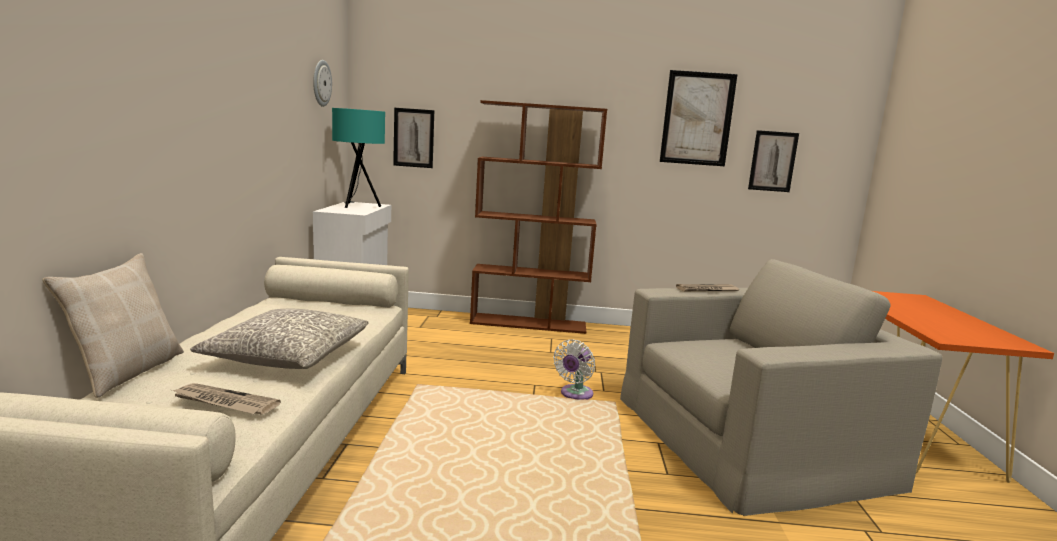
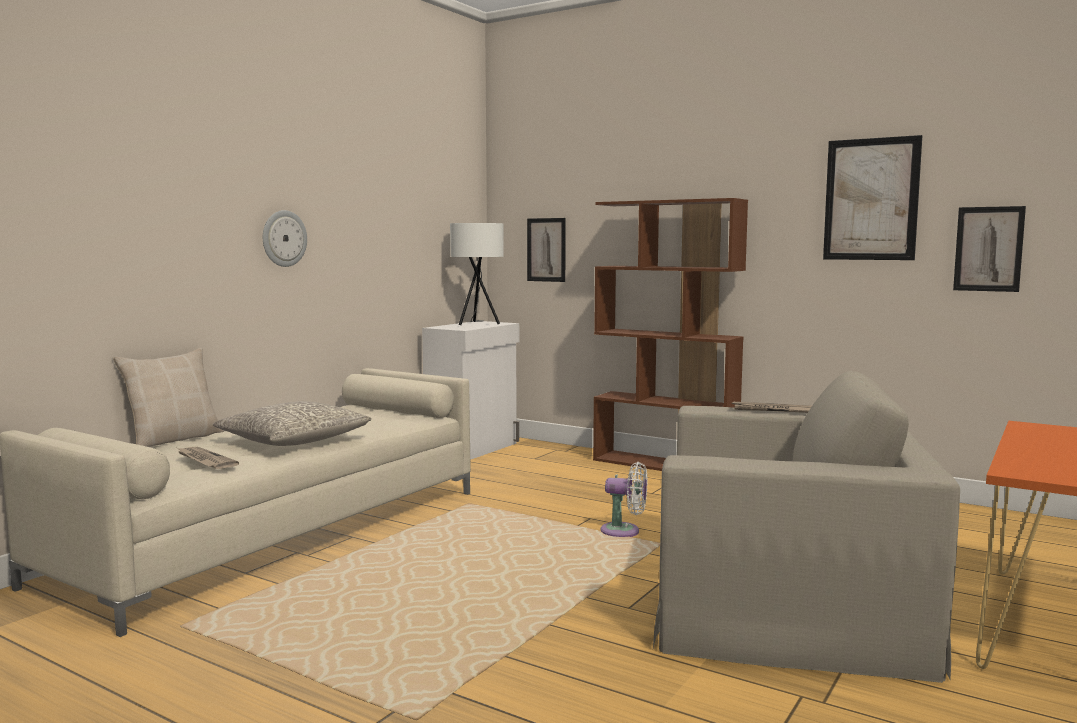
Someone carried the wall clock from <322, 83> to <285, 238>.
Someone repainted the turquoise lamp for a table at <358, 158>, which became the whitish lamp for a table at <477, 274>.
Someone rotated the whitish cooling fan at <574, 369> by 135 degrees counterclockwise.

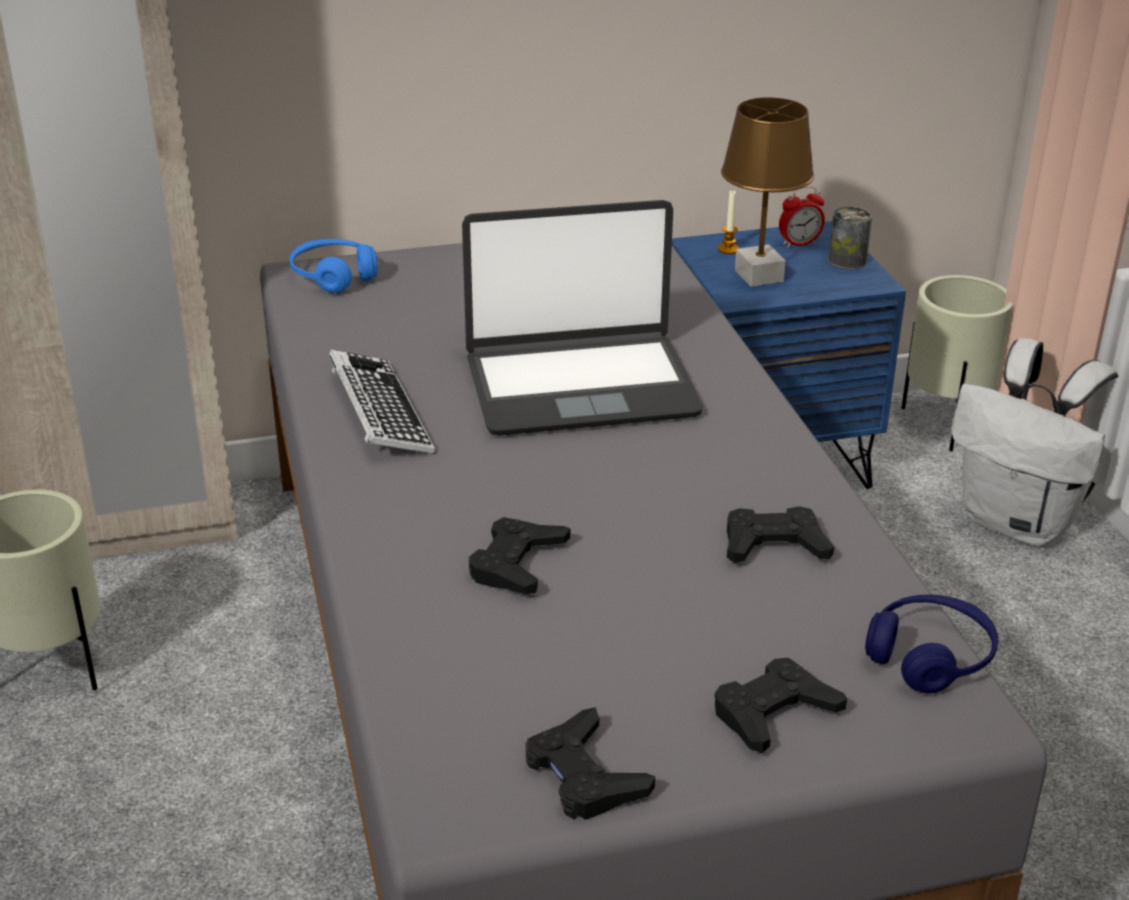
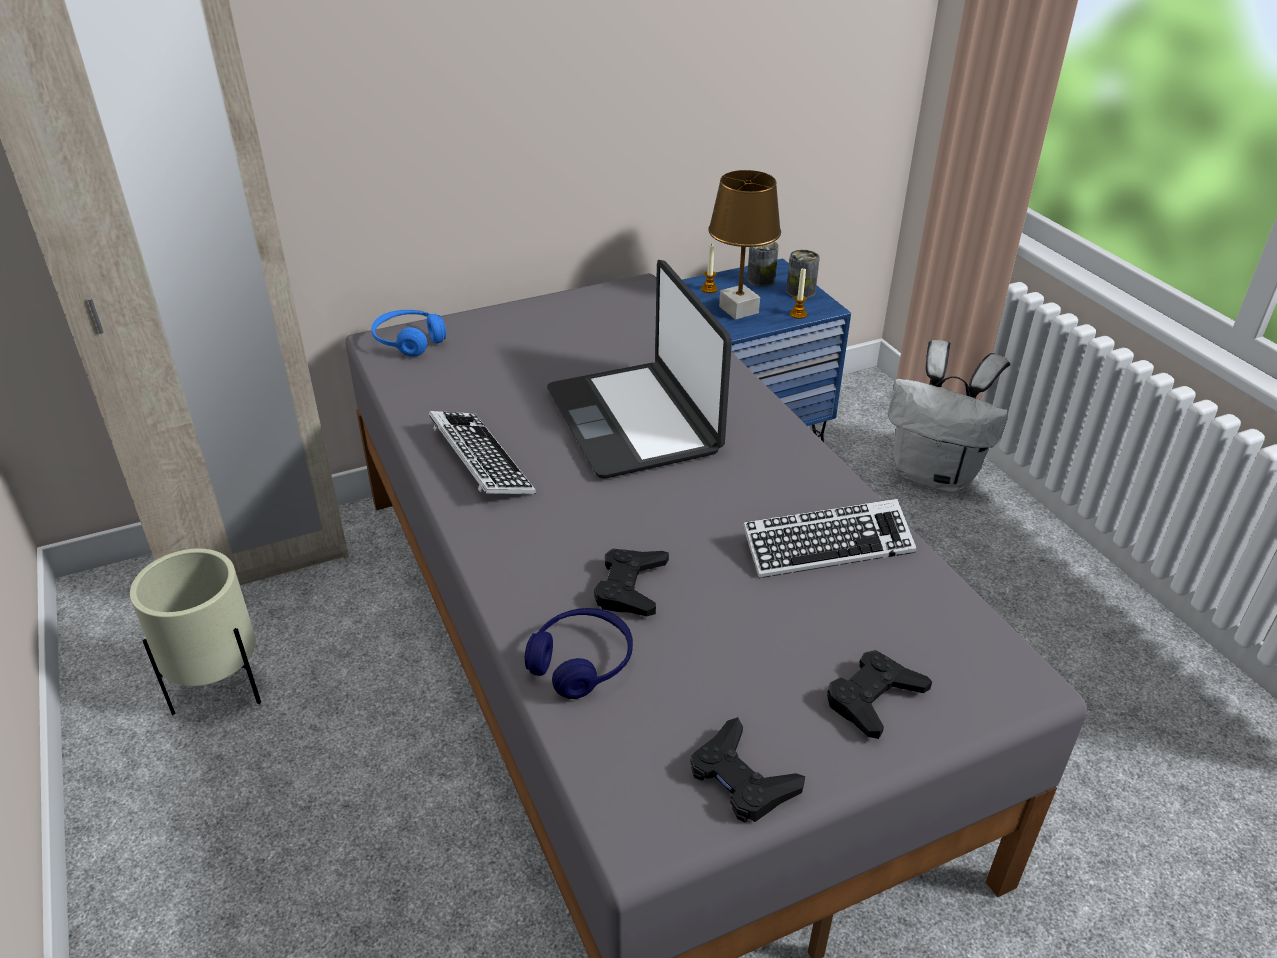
Someone rotated the notebook computer at <582, 318> by 90 degrees clockwise.
Someone swapped the black joypad at <780, 534> for the PC keyboard at <830, 538>.
Someone swapped the table clock at <802, 217> for the sealed can at <763, 264>.
Someone carried the blue-coloured headphones from <931, 644> to <578, 653>.
Someone took away the beige-coloured plant pot at <957, 363>.
Someone put down the wax candle at <798, 293>.

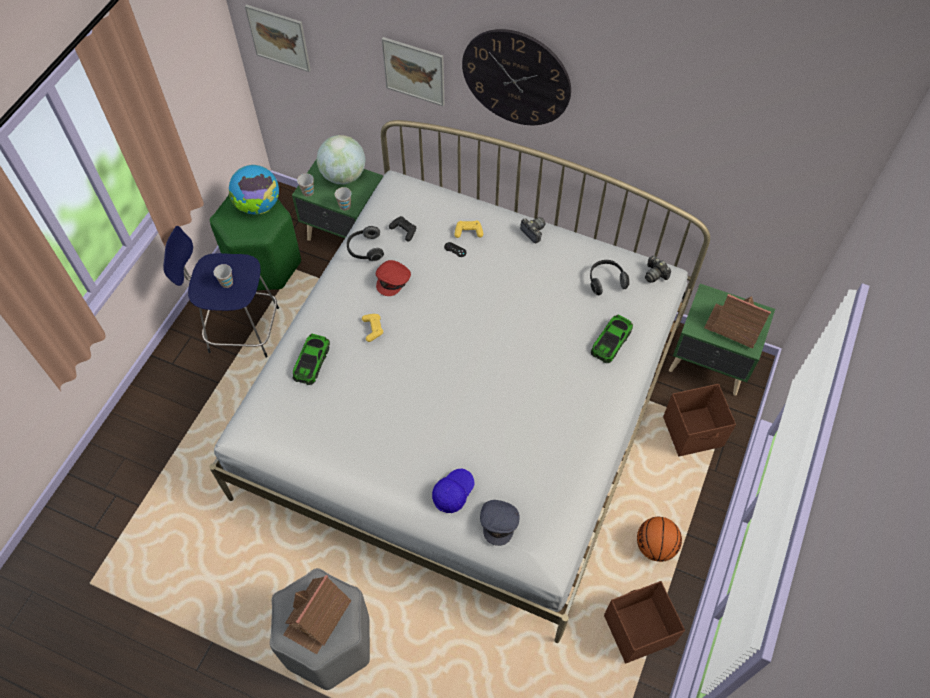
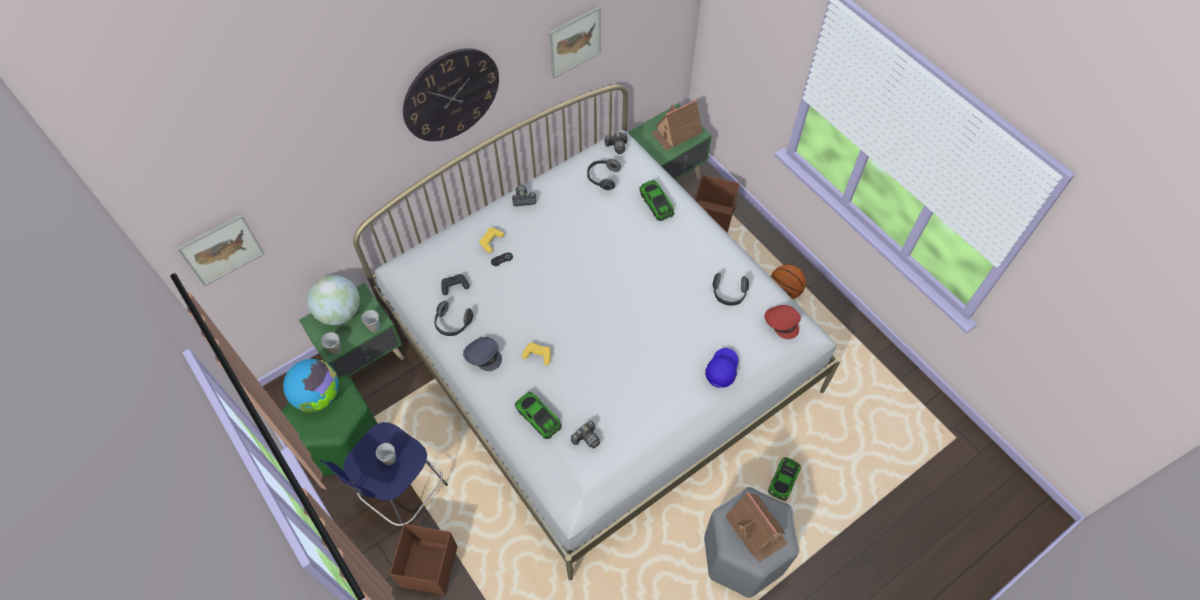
Someone carried the reddish baseball cap from <393, 278> to <782, 322>.
Someone carried the wall picture from <413, 71> to <575, 43>.
Someone rotated the blue-coloured baseball cap at <453, 491> by 45 degrees clockwise.
Someone carried the gray baseball cap from <500, 523> to <482, 354>.
Someone carried the brownish storage container from <644, 622> to <424, 559>.
Someone put down the still camera at <585, 435>.
Someone put down the headphones at <730, 289>.
Someone put down the toy car at <784, 479>.

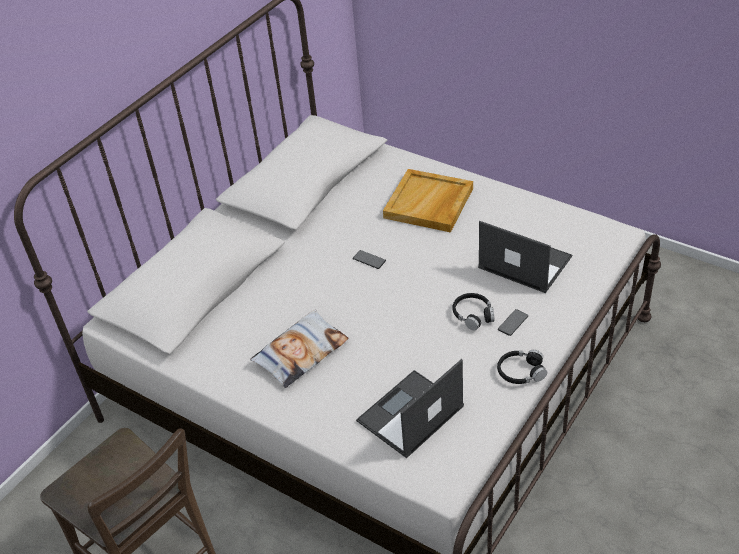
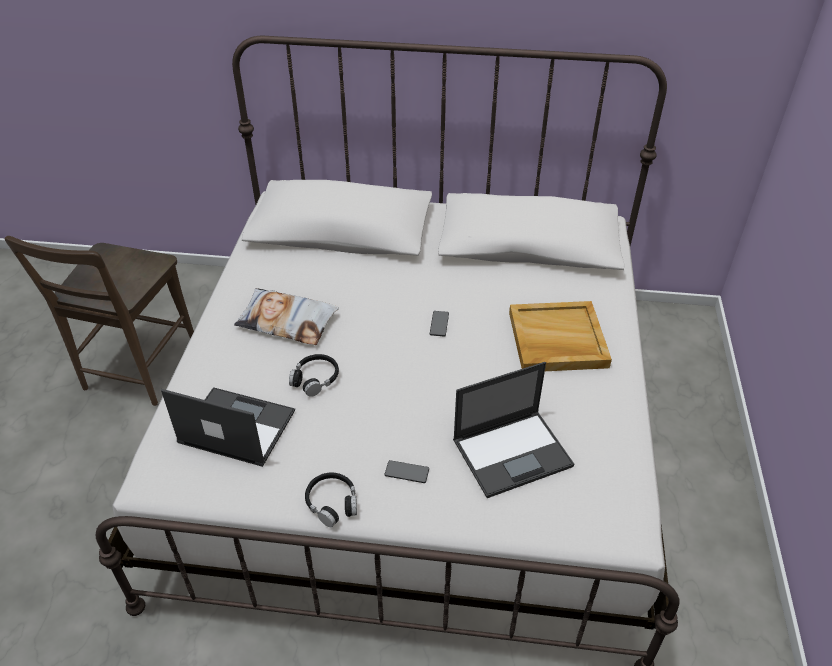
Someone carried the black headphones from <473, 312> to <314, 375>.
Someone rotated the notebook computer at <525, 257> by 60 degrees clockwise.

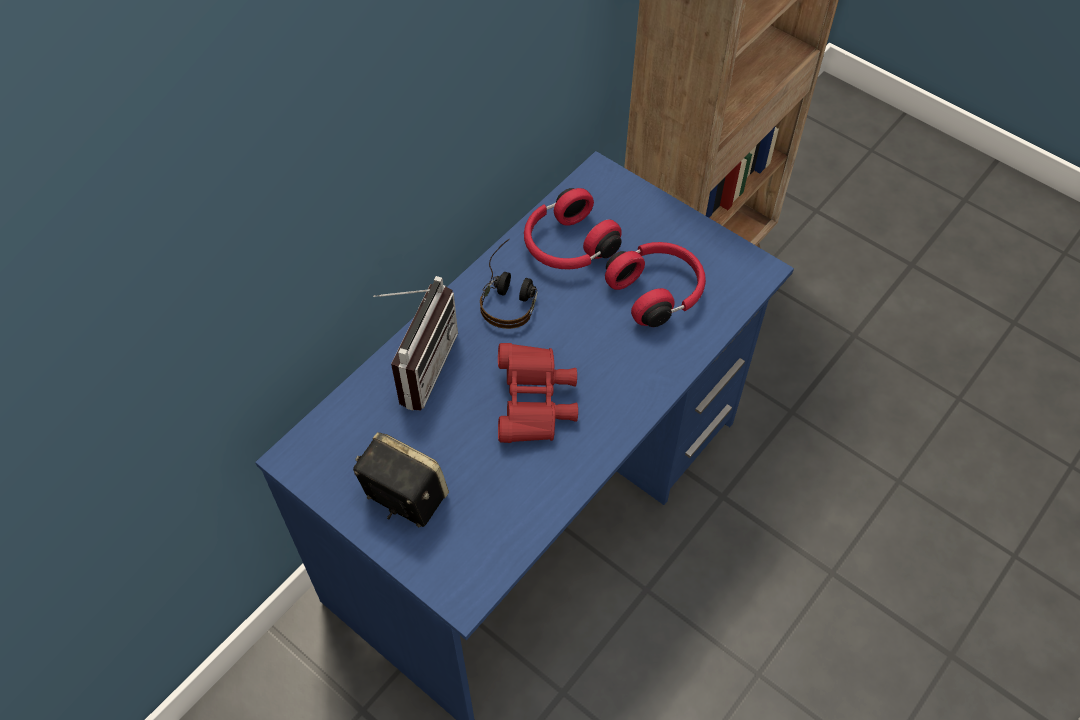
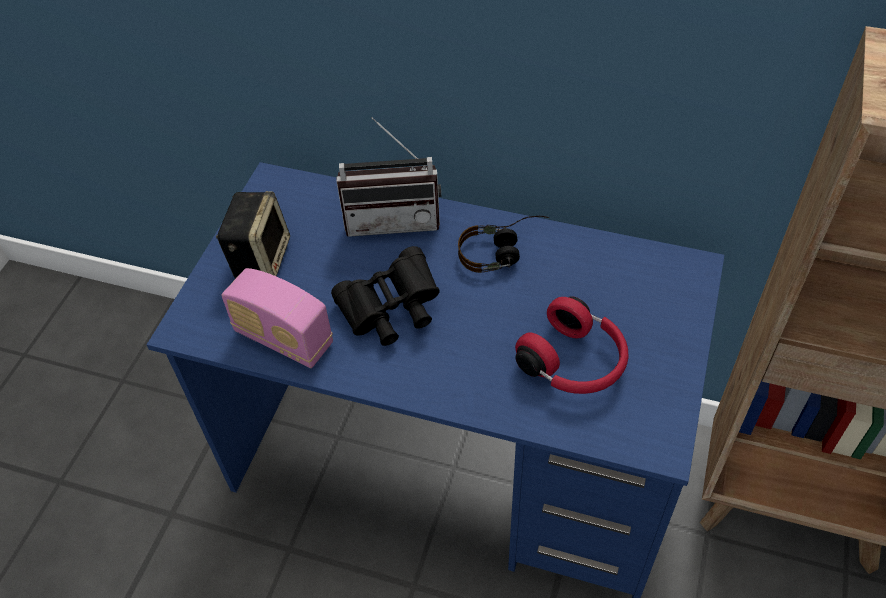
Someone repainted the reddish pair of binoculars at <538, 393>, which became the black pair of binoculars at <385, 296>.
Someone took away the reddish headphones at <573, 229>.
Someone put down the radio set at <277, 318>.

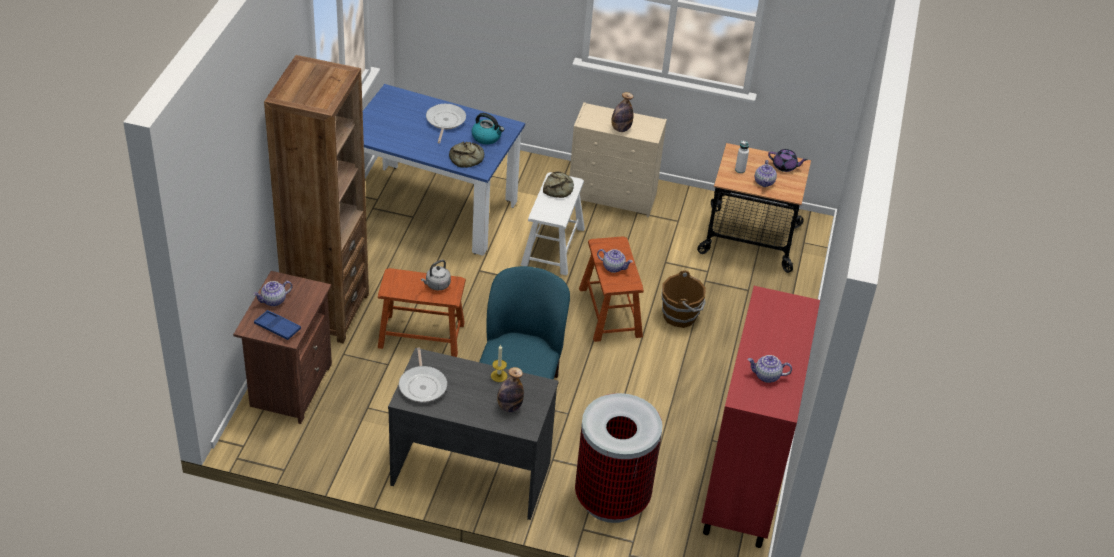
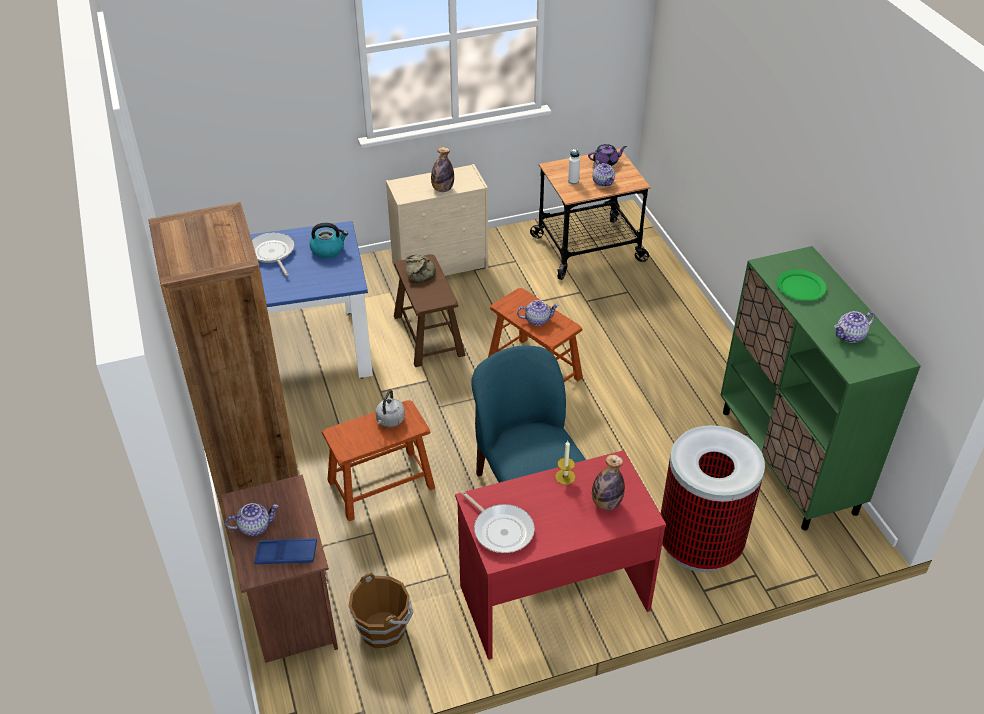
Someone rotated the pot for tea at <272, 293> by 135 degrees counterclockwise.
Someone repainted the gray desk unit at <473, 434>, which became the reddish desk unit at <560, 555>.
Someone took away the bakery bread at <466, 155>.
Someone repainted the whitish sitting stool at <553, 223>, which became the brownish sitting stool at <430, 310>.
Someone carried the brownish water bucket from <684, 299> to <381, 610>.
Someone repainted the reddish storage cabinet at <760, 417>, which became the green-coloured storage cabinet at <821, 388>.
Someone put down the green-coloured dinner plate at <801, 285>.

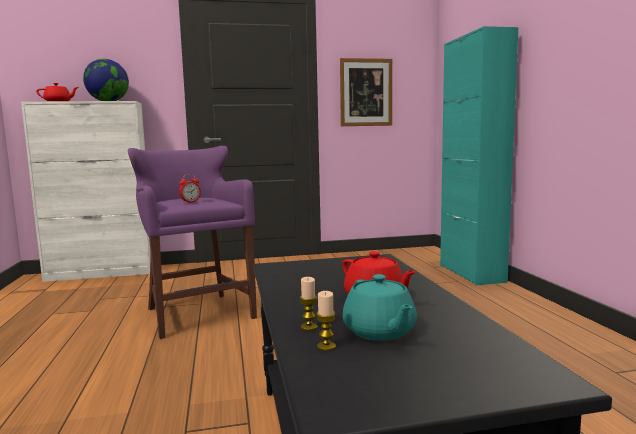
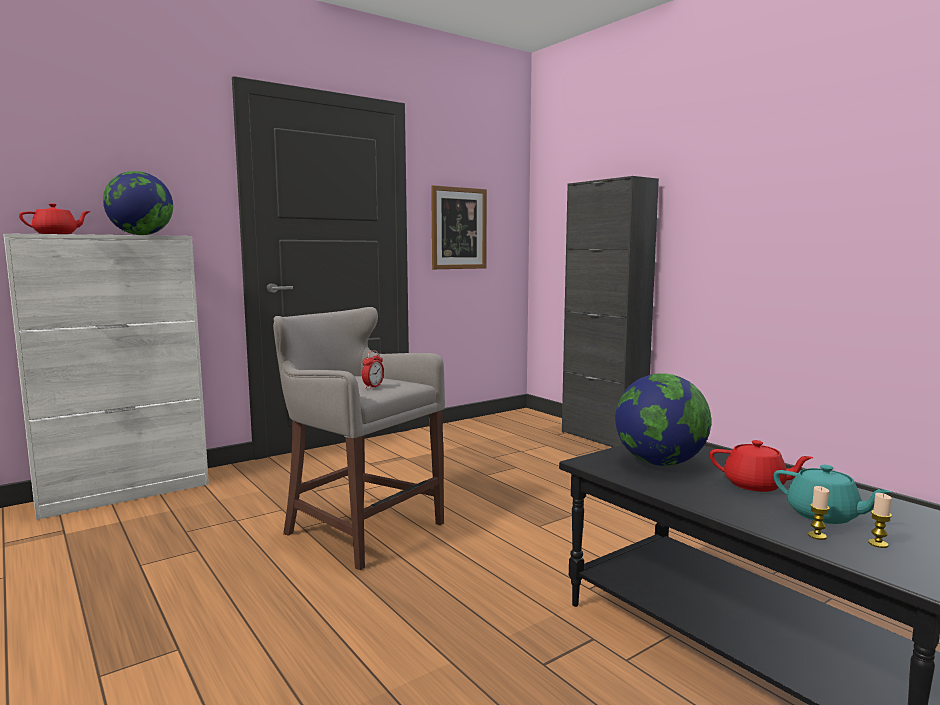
Someone repainted the purple-coloured sitting stool at <192, 242>, which became the gray sitting stool at <359, 438>.
Someone carried the wax candle from <309, 304> to <880, 520>.
Someone repainted the turquoise storage cabinet at <479, 155>, which became the black storage cabinet at <610, 311>.
Someone put down the desk globe at <663, 419>.

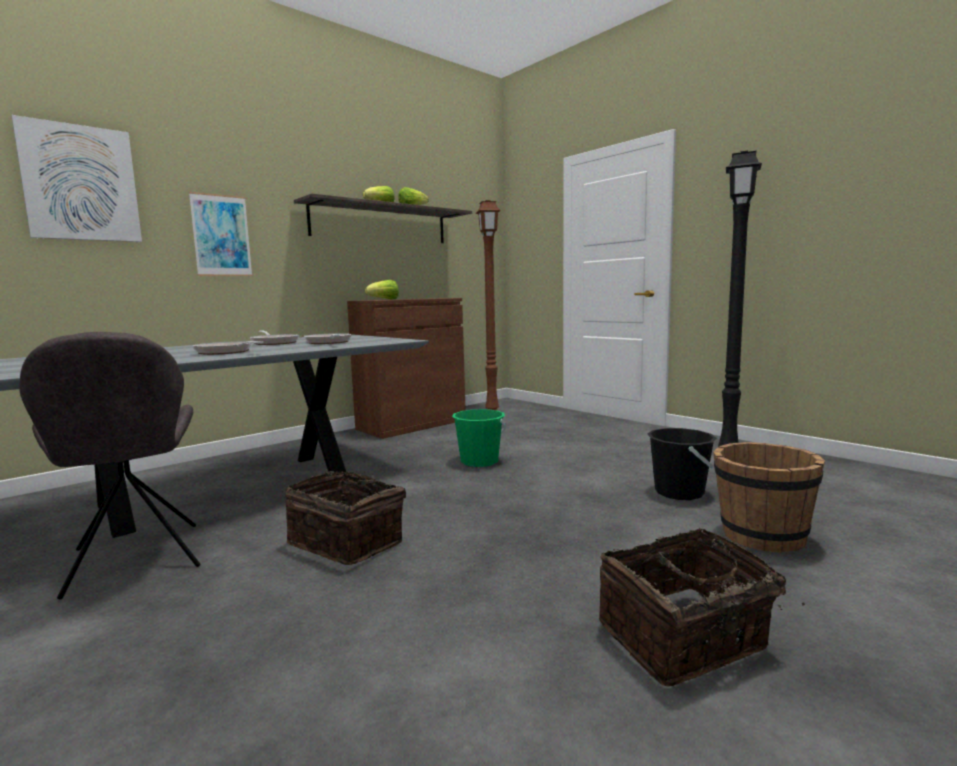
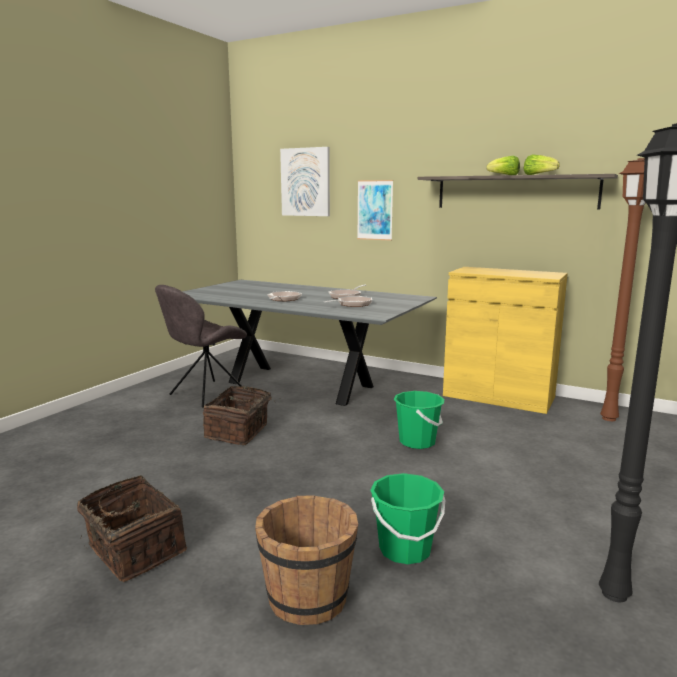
Someone repainted the brownish storage cabinet at <406, 368>, which became the yellow-coloured storage cabinet at <505, 340>.
Someone took away the head of lettuce at <382, 290>.
Someone repainted the black water bucket at <682, 464>, which became the green-coloured water bucket at <407, 518>.

